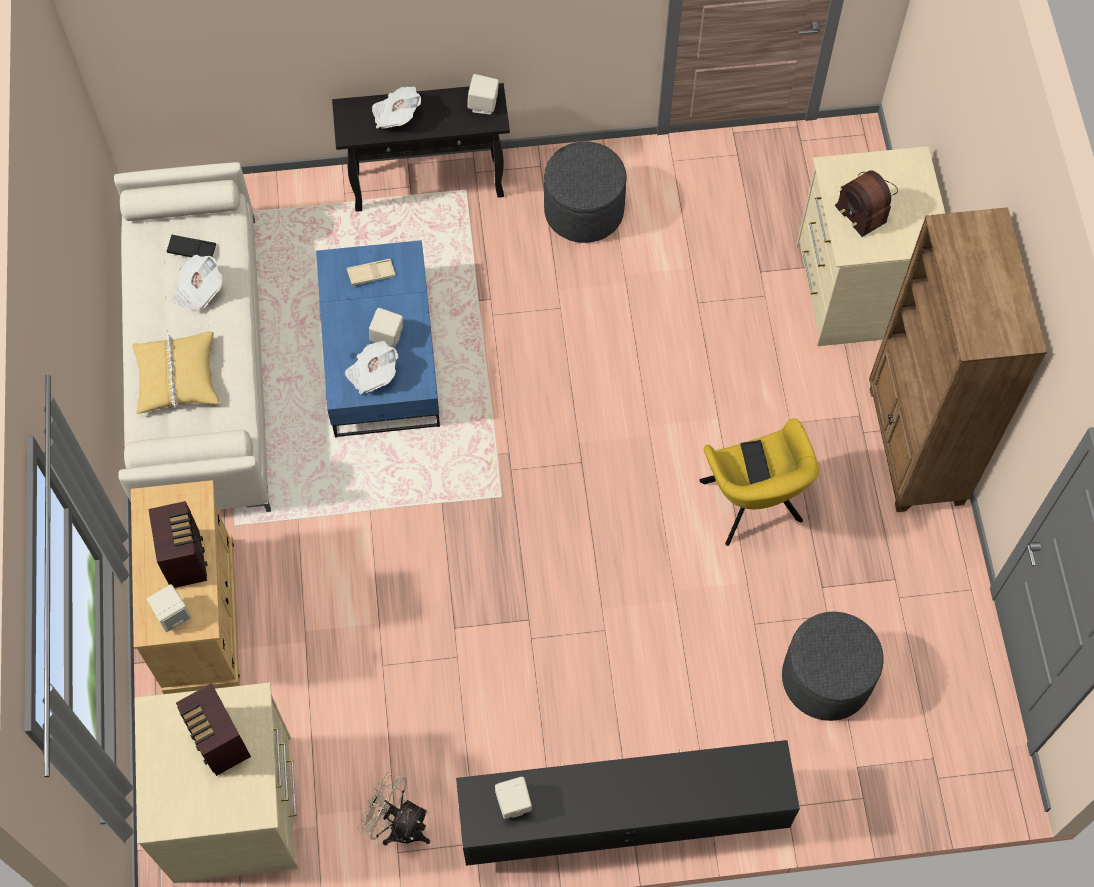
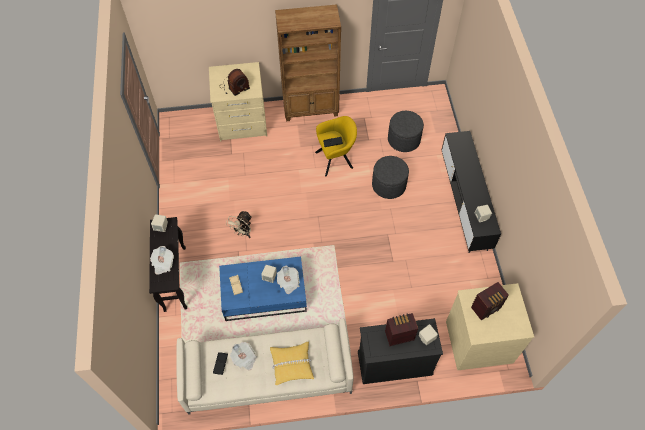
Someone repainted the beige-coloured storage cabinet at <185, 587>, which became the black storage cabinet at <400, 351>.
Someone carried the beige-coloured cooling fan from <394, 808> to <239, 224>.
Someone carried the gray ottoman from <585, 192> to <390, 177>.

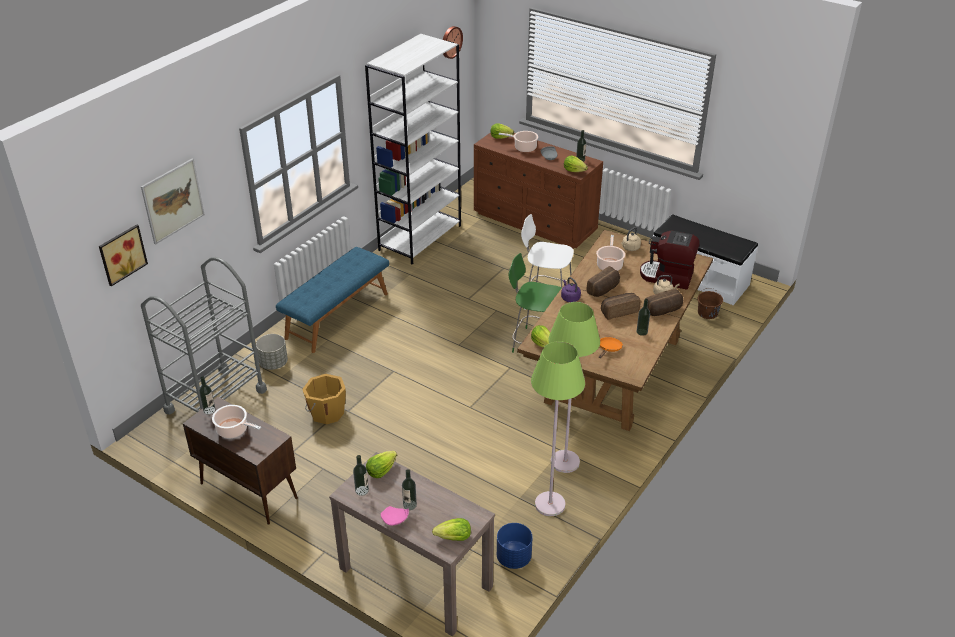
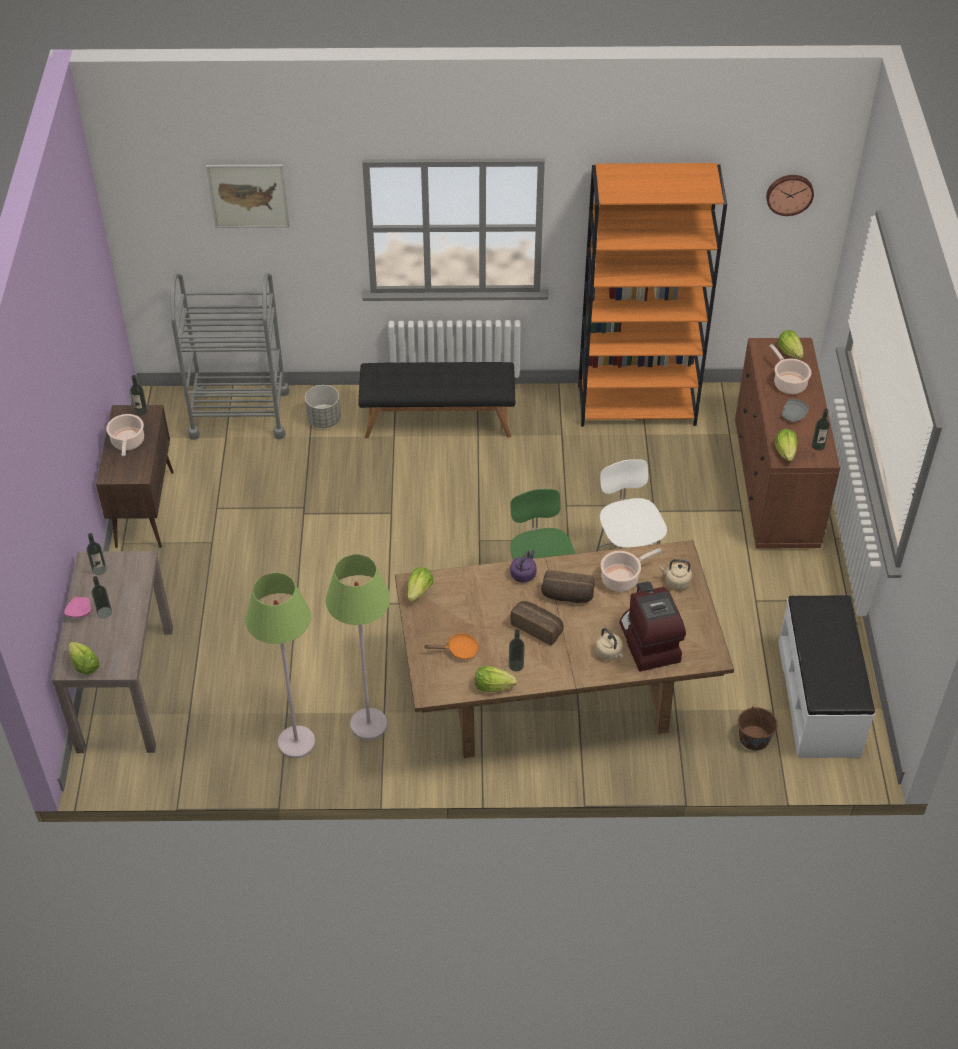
Someone took away the wall picture at <123, 255>.
Someone repainted the blue-coloured bench at <332, 300>, which became the black bench at <436, 400>.
Someone took away the orange water bucket at <324, 399>.
Someone repainted the whitish shelving unit at <413, 149>, which became the orange shelving unit at <652, 294>.
Someone carried the head of lettuce from <381, 464> to <496, 678>.
Someone took away the blue-coloured plant pot at <515, 546>.
Someone took away the bakery bread at <664, 302>.

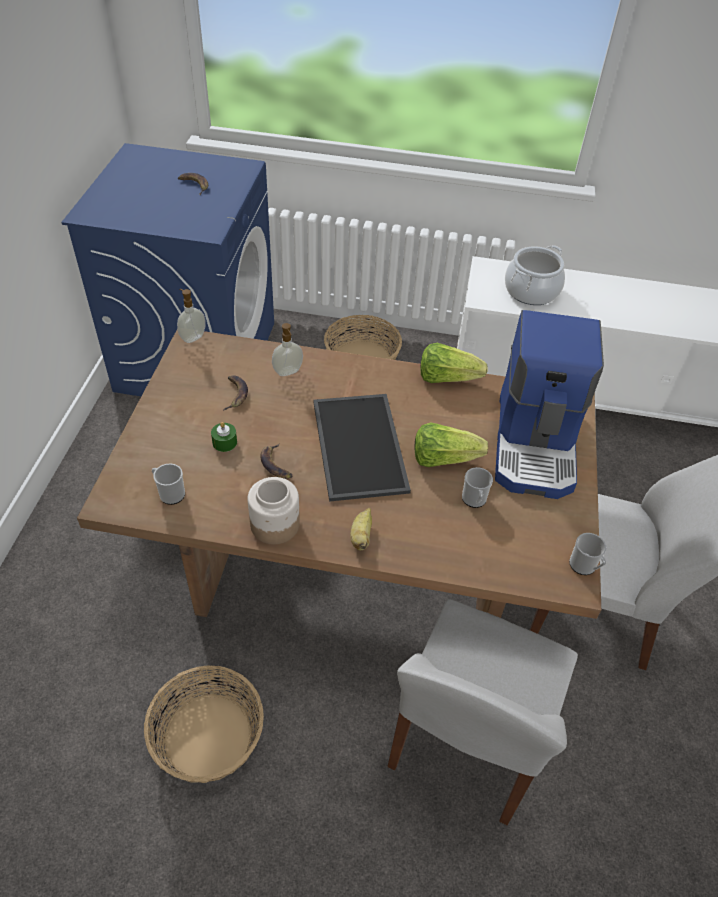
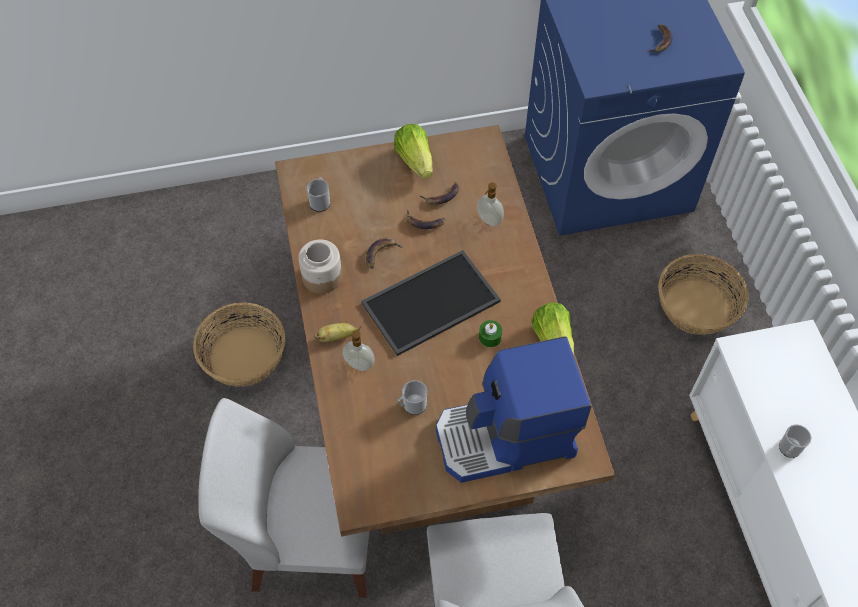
Someone carried the soap bottle from <191, 316> to <359, 348>.
Someone carried the green-coloured wax candle from <224, 437> to <490, 333>.
Someone carried the head of lettuce from <451, 444> to <413, 151>.
Someone took away the stockpot at <535, 275>.
Someone carried the coffee mug from <587, 554> to <795, 441>.
Someone put down the whole banana at <425, 219>.

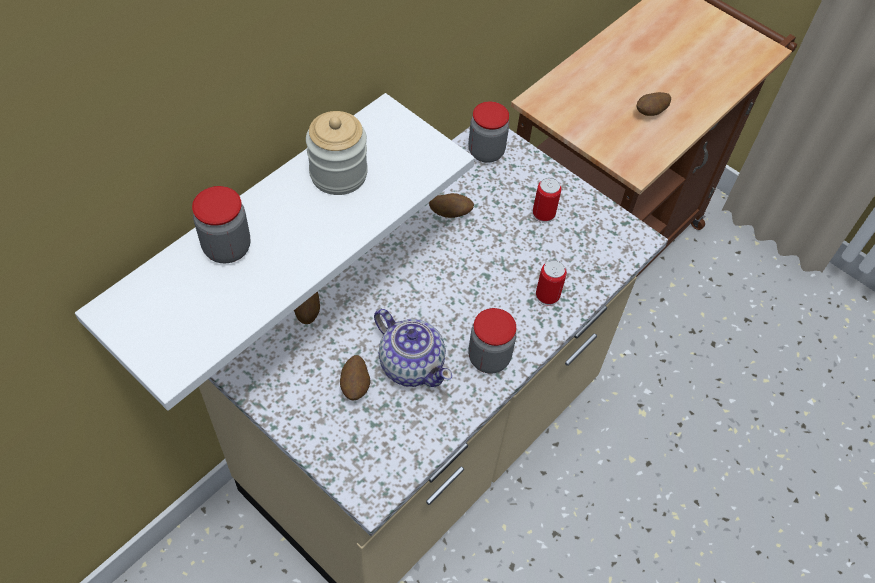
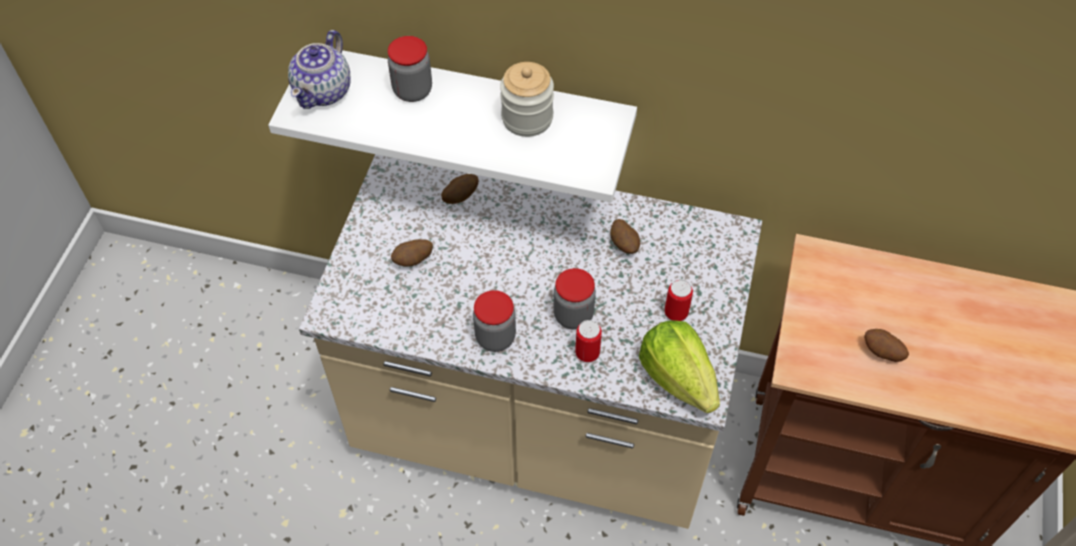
Someone carried the pot for tea from <413, 348> to <319, 69>.
Someone carried the jar from <488, 132> to <574, 299>.
Someone put down the head of lettuce at <679, 366>.

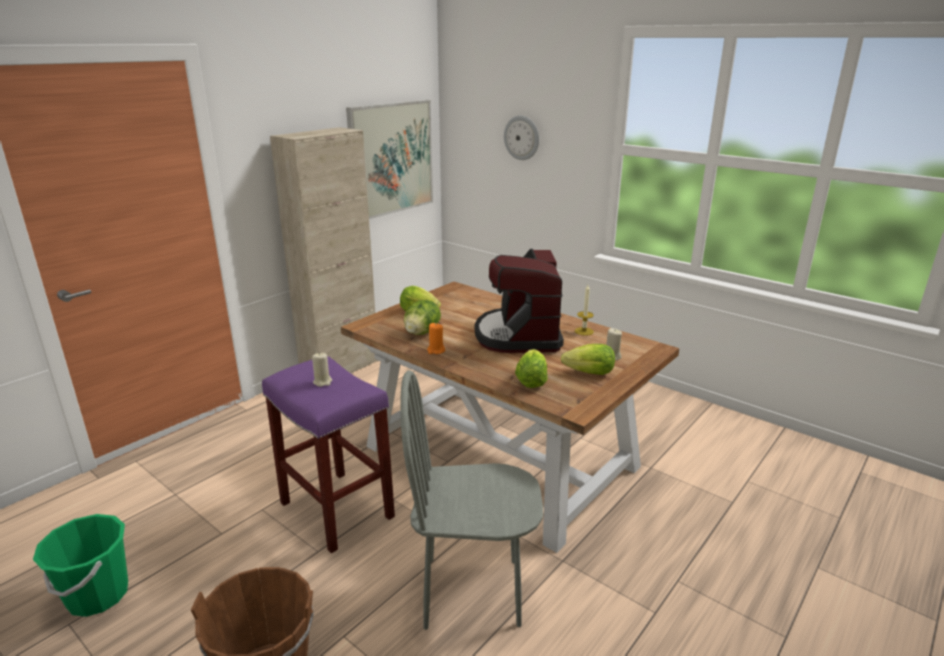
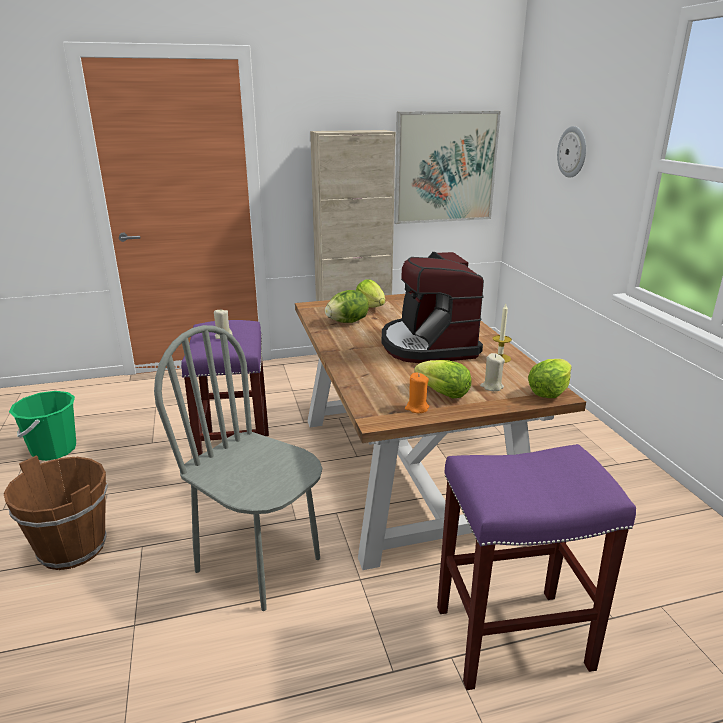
Someone carried the orange wax candle from <436, 338> to <417, 392>.
Someone rotated the coffee brewer at <519, 301> by 45 degrees counterclockwise.
Someone carried the head of lettuce from <531, 368> to <550, 378>.
Someone put down the purple-coloured sitting stool at <536, 567>.

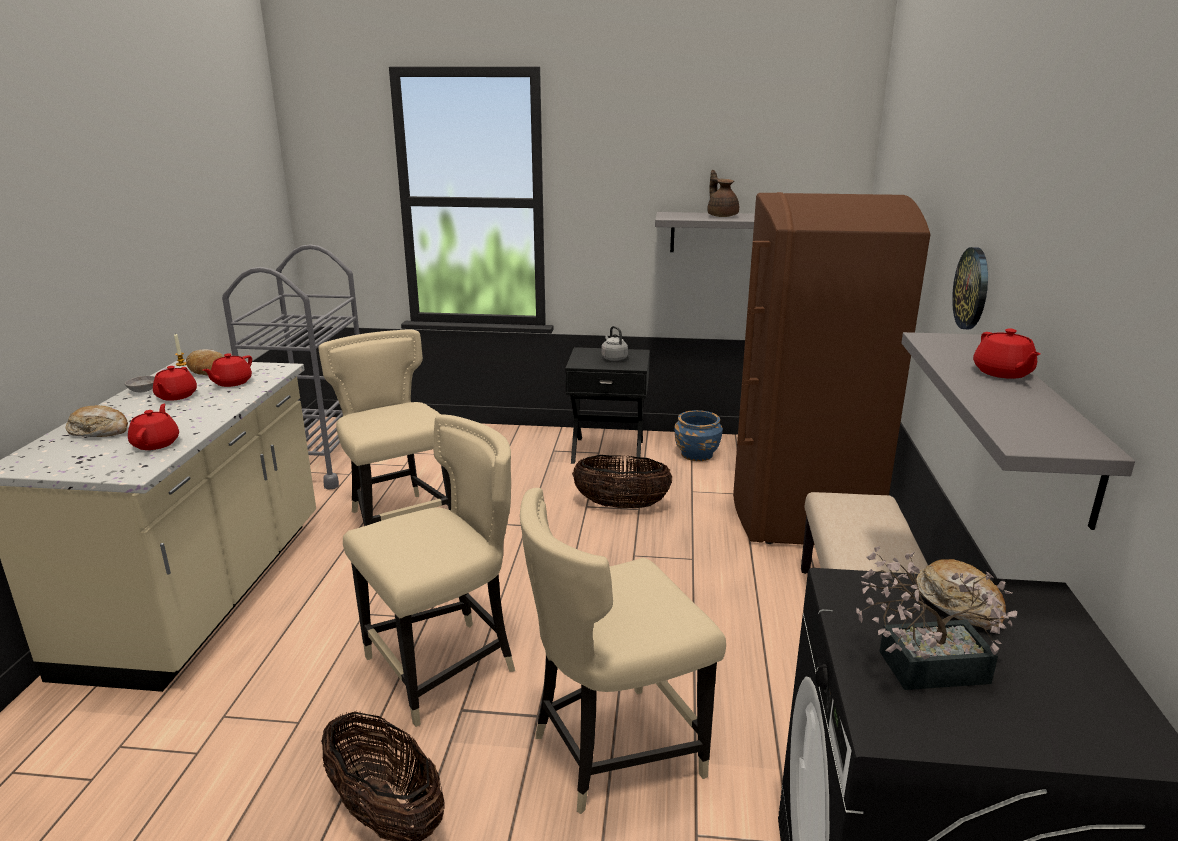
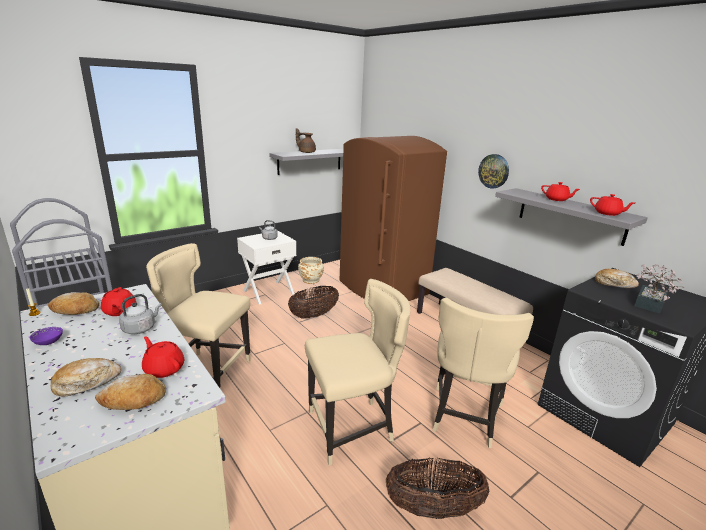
Someone repainted the gray serving bowl at <140, 384>, which became the purple-coloured serving bowl at <46, 336>.
Someone carried the reddish pot for tea from <175, 383> to <612, 205>.
Someone rotated the beige-coloured upright chair at <429, 570> by 60 degrees clockwise.
Someone repainted the black nightstand at <607, 405>, which became the whitish nightstand at <267, 268>.
Someone repainted the blue-coloured plant pot at <698, 435>, which became the beige-coloured plant pot at <311, 270>.
Someone put down the bakery bread at <130, 392>.
Someone put down the gray tea kettle at <140, 314>.

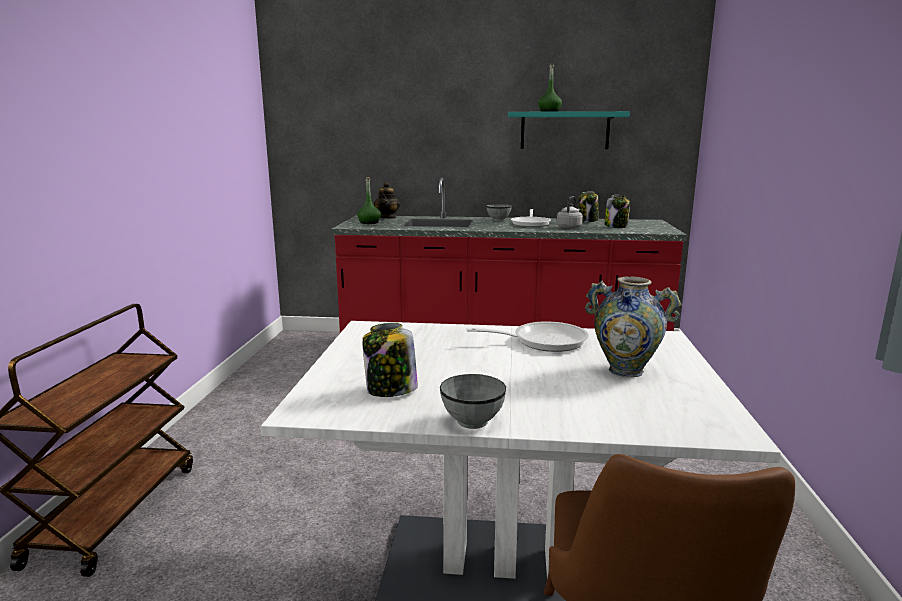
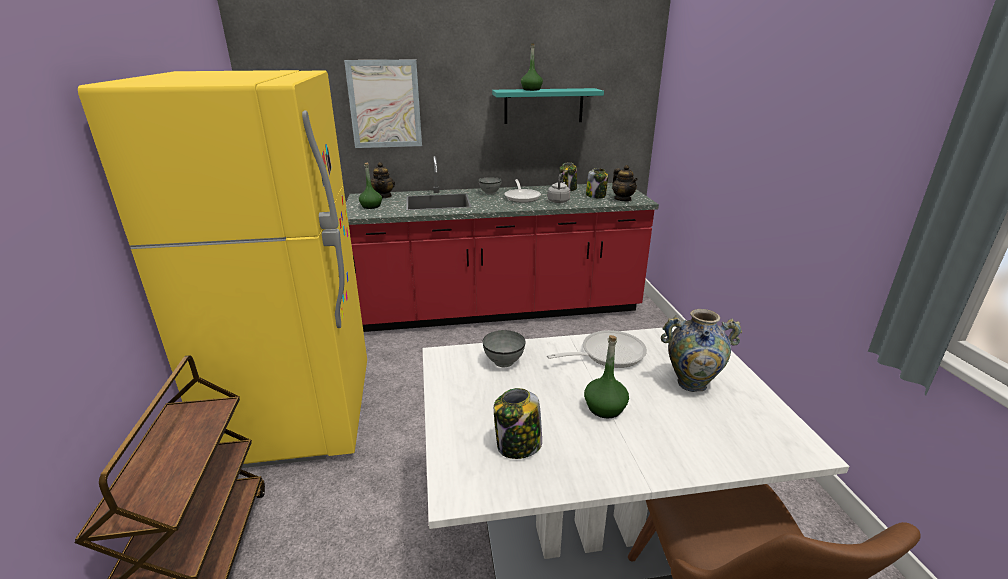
Someone carried the gray serving bowl from <473, 401> to <504, 348>.
Someone put down the yellow-coloured fridge at <222, 269>.
Someone put up the wall picture at <383, 104>.
Someone put down the green-coloured drink bottle at <606, 376>.
Someone put down the pot for tea at <625, 183>.

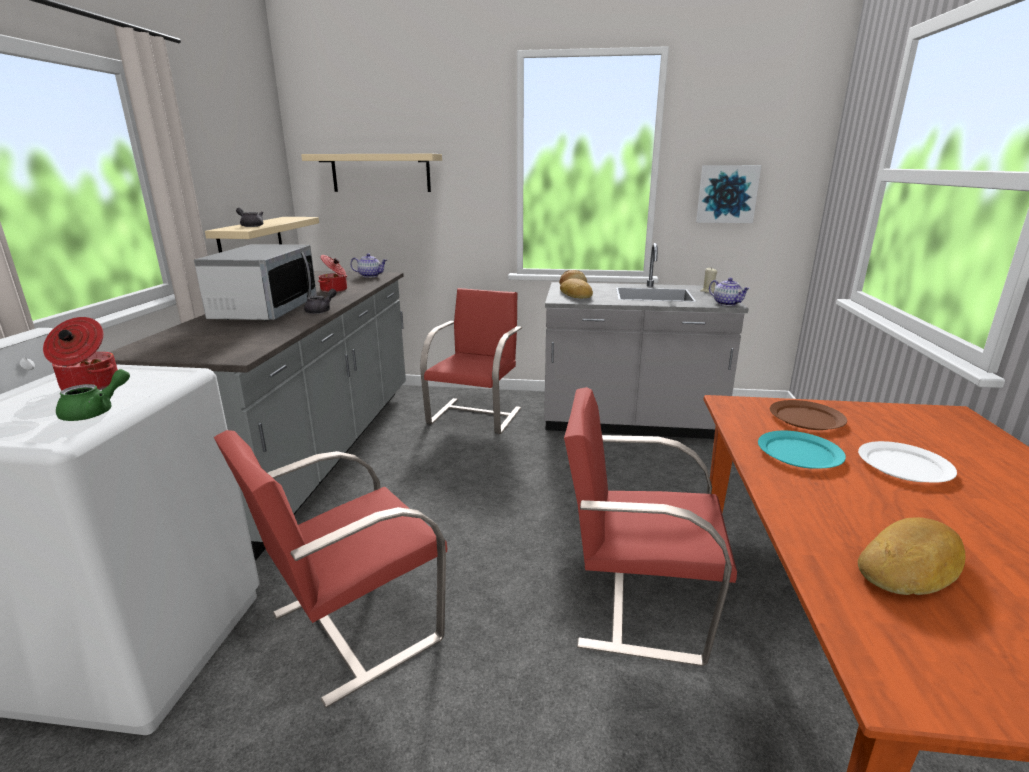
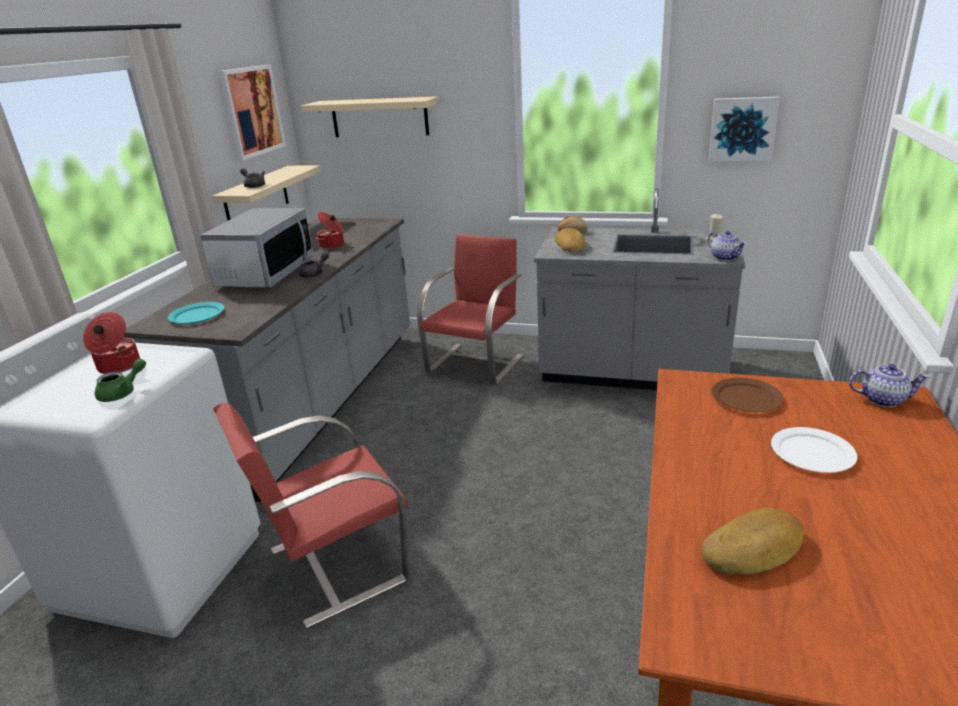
Someone carried the pot for tea from <368, 265> to <889, 385>.
Someone took away the reddish upright chair at <650, 526>.
Someone carried the turquoise dinner plate from <802, 450> to <196, 313>.
Someone put up the wall picture at <252, 113>.

